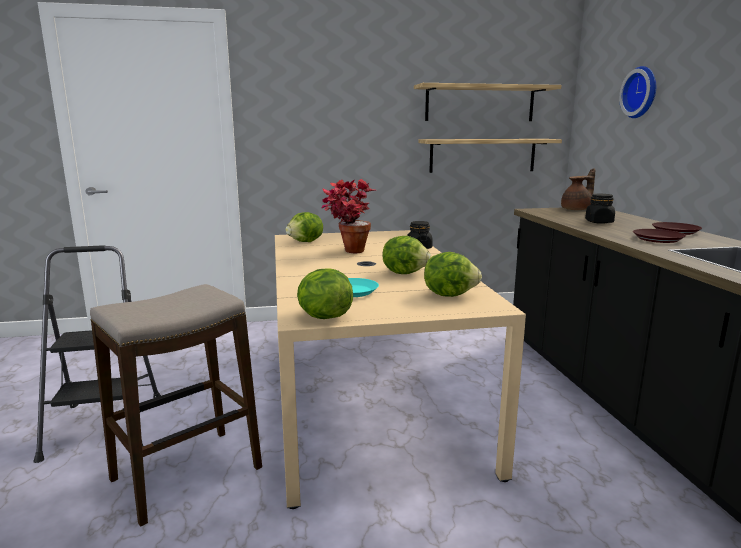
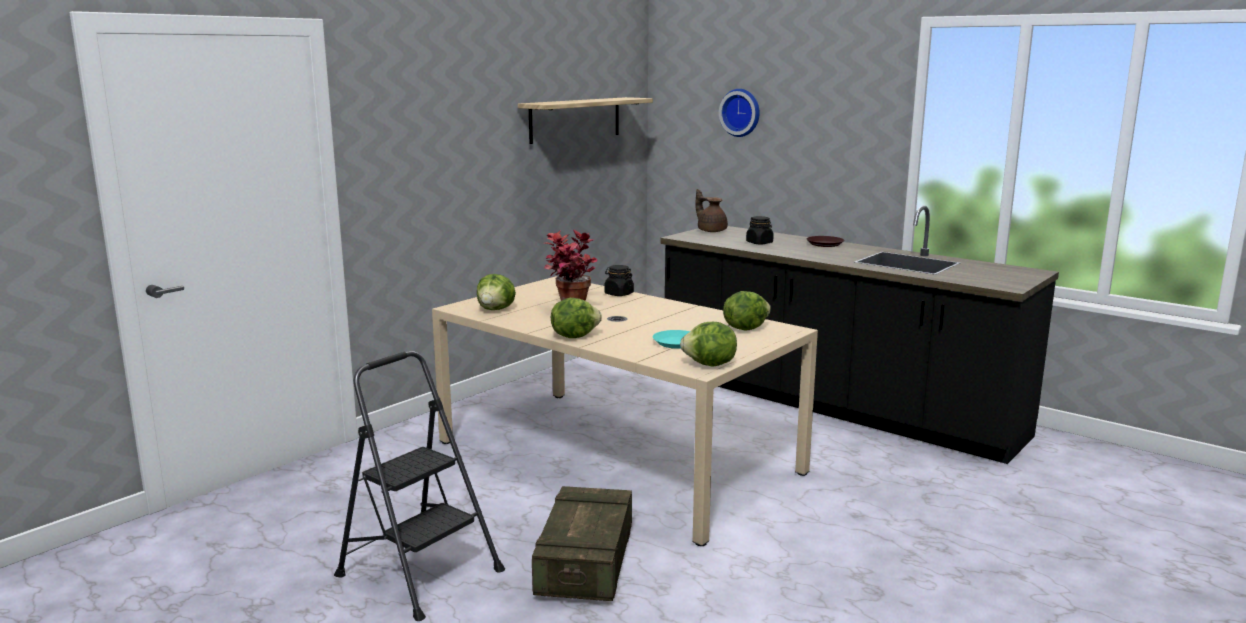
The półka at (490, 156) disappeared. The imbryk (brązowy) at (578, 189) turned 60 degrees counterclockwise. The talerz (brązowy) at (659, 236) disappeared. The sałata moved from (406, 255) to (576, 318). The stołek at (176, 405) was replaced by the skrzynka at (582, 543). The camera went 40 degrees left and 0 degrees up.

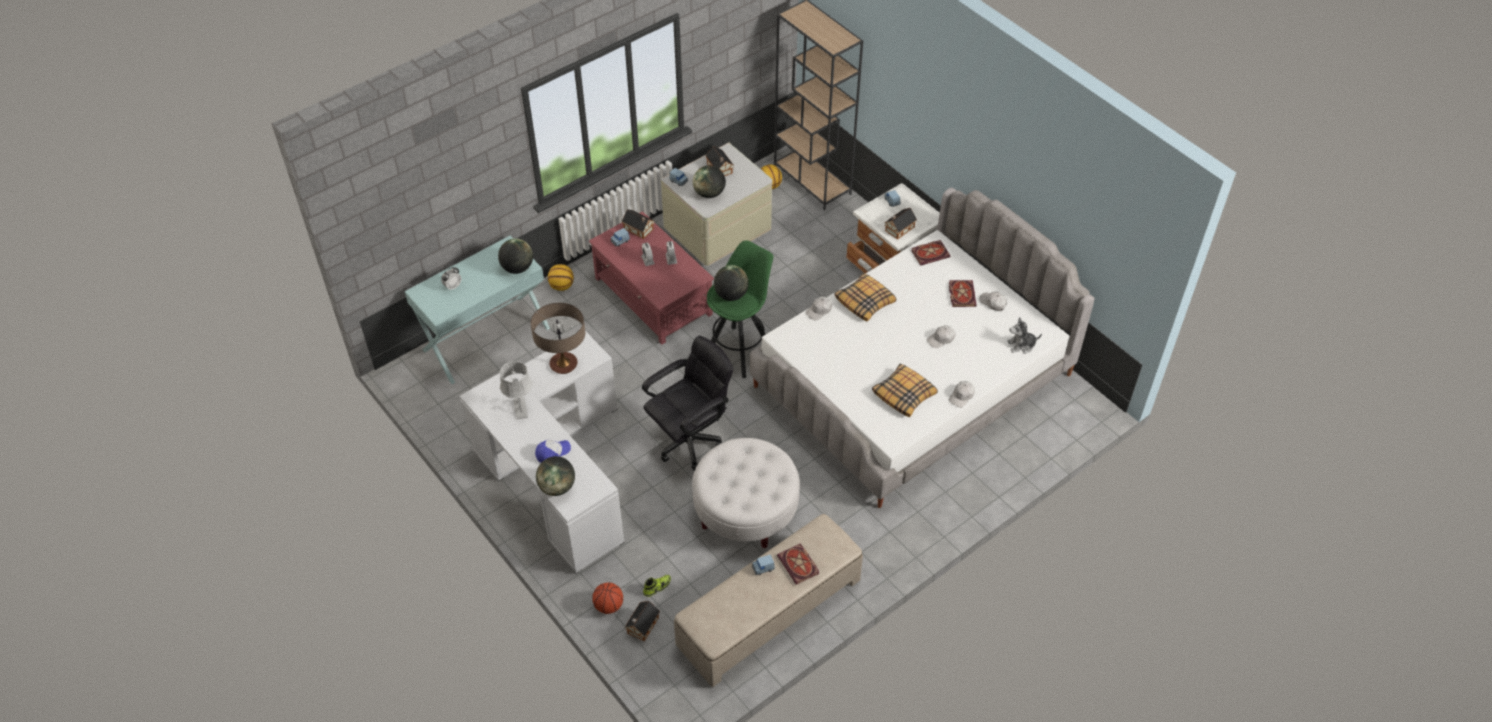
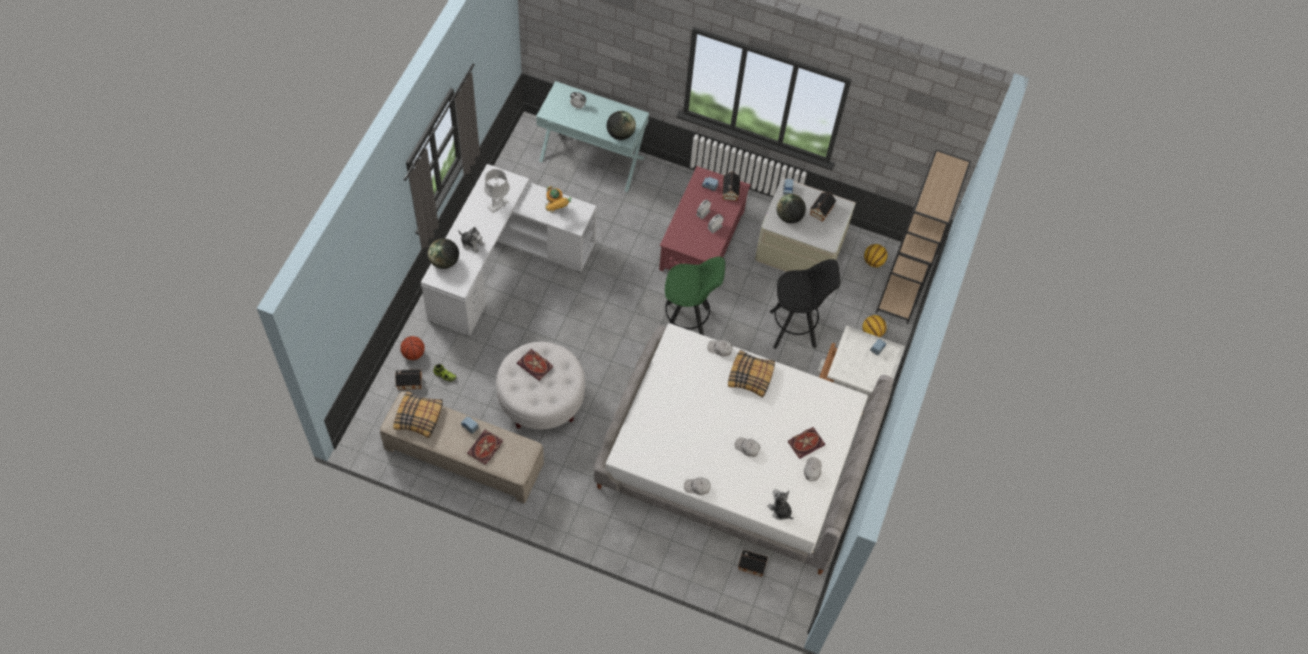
The domek moved from (901, 224) to (753, 563). The książka moved from (930, 252) to (535, 365). The piłka do koszykówki moved from (561, 277) to (874, 326). The globus at (731, 283) disappeared. The lampa stołowa at (558, 338) was replaced by the robot zabawkowy at (558, 199). The krzesło biurowe (czarny) at (687, 403) disappeared. The poduszka moved from (905, 390) to (418, 414). The czapka z daszkiem at (553, 451) was replaced by the pluszak at (471, 240). The stołek (czarny) at (804, 304) appeared. The camera went 55 degrees right and 10 degrees up.

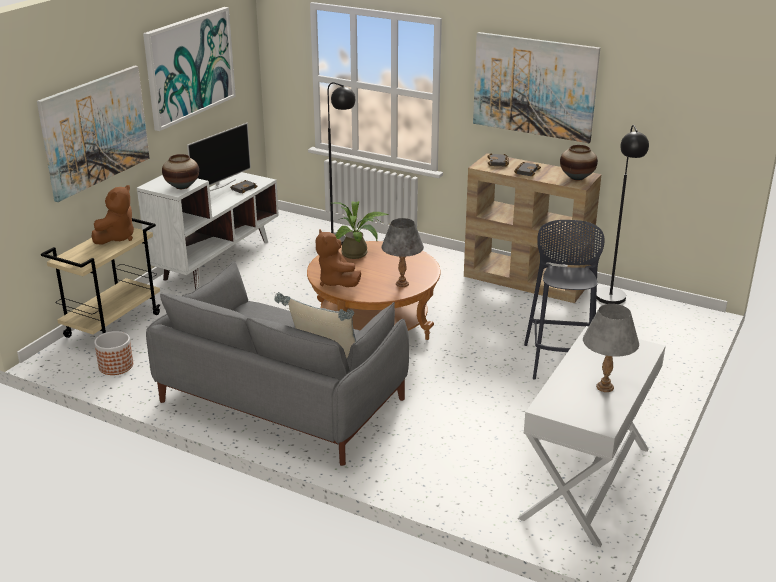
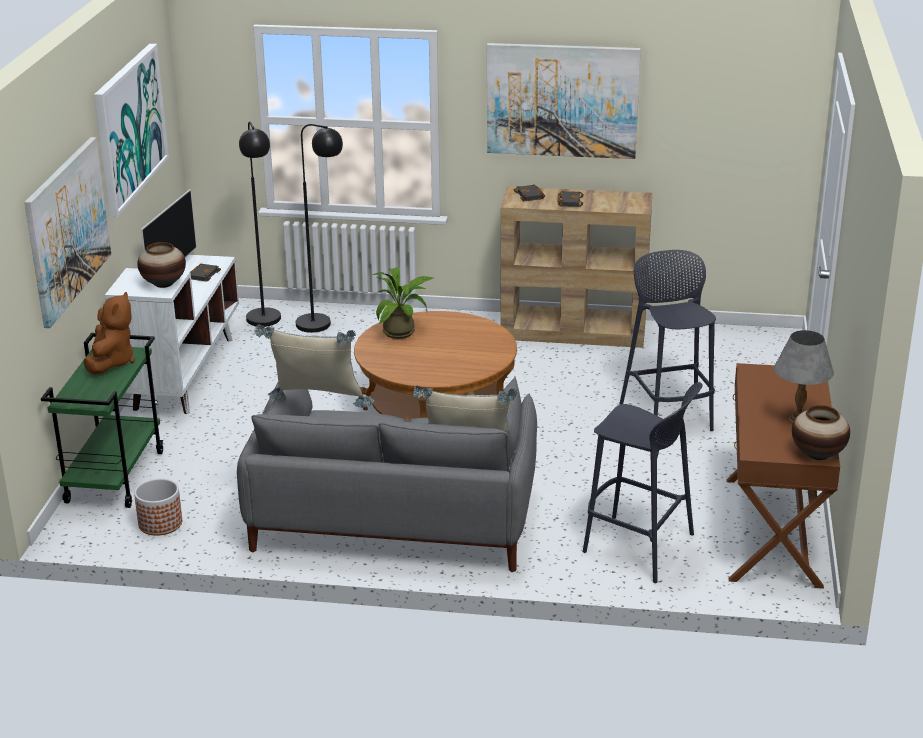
The lampa stojąca (czarny) moved from (622, 214) to (260, 224). The wazon moved from (579, 162) to (821, 432). The wózek (beżowy) at (100, 278) became the wózek (zielony) at (102, 420). The lampa stołowa (szary) at (402, 252) disappeared. The pluszak (brązowy) at (338, 258) disappeared. The stolik konsolowy (biały) at (592, 436) became the stolik konsolowy (brązowy) at (783, 476). The poduszka at (314, 366) appeared. The stołek (szary) at (643, 482) appeared. The camera went 20 degrees left and 0 degrees up.

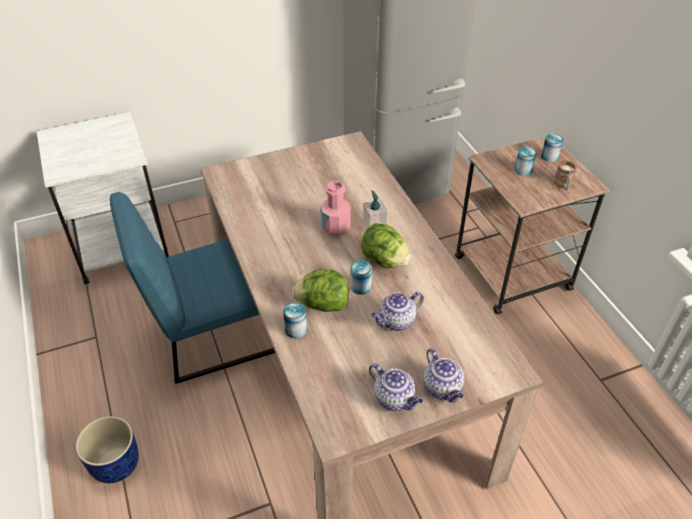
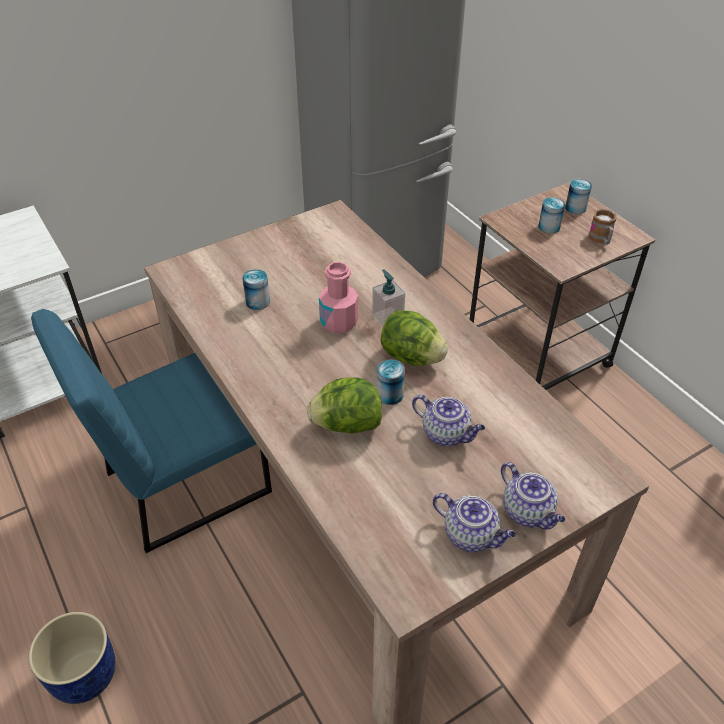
The imbryk at (397, 311) turned 105 degrees counterclockwise. The puszka moved from (295, 320) to (256, 289). The camera went 10 degrees left and 0 degrees up.

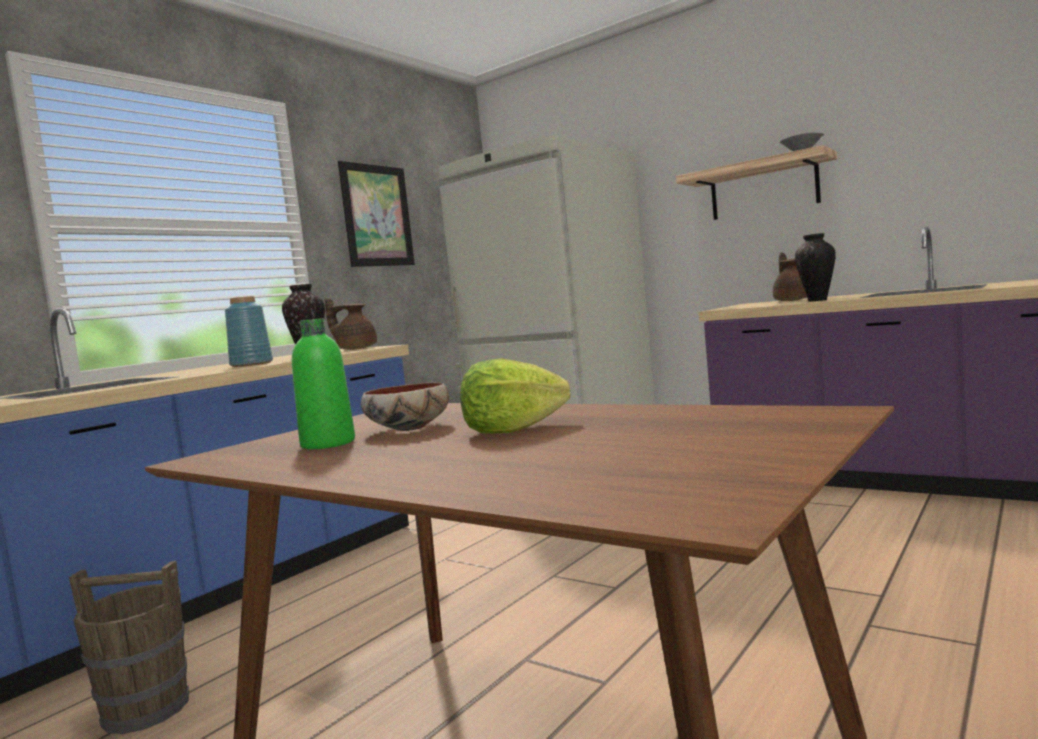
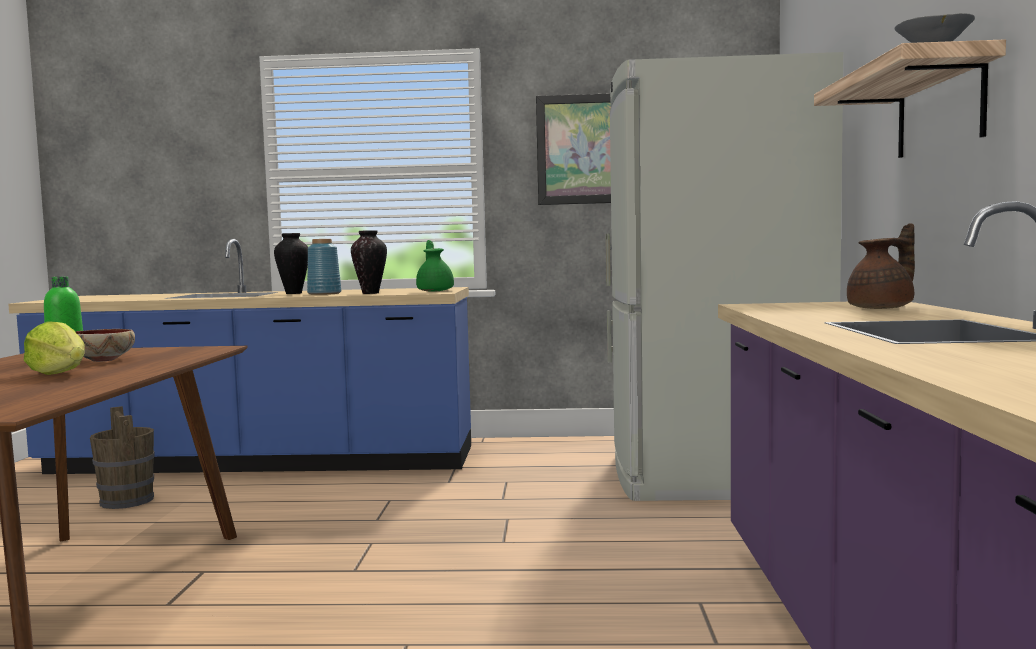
The wazon moved from (815, 267) to (291, 263). The imbryk (brązowy) at (351, 323) became the imbryk (zielony) at (435, 266). The camera went 55 degrees right and 0 degrees up.

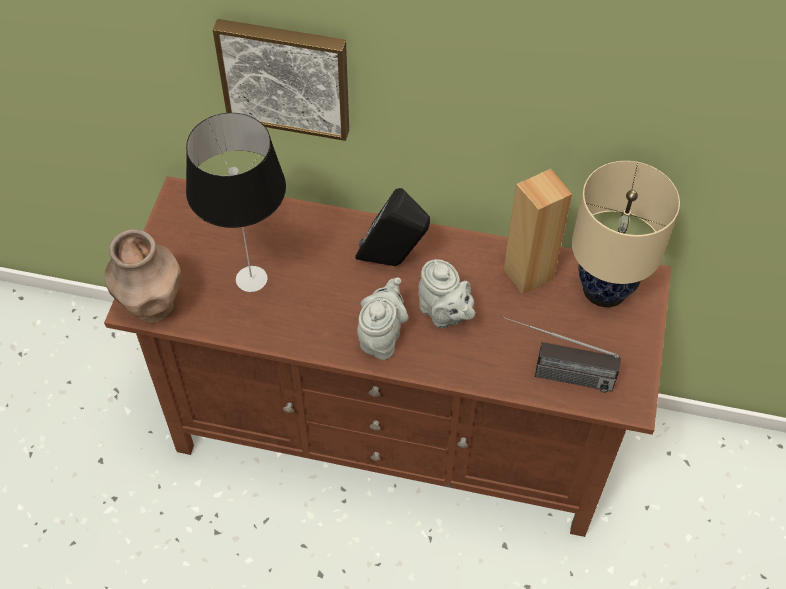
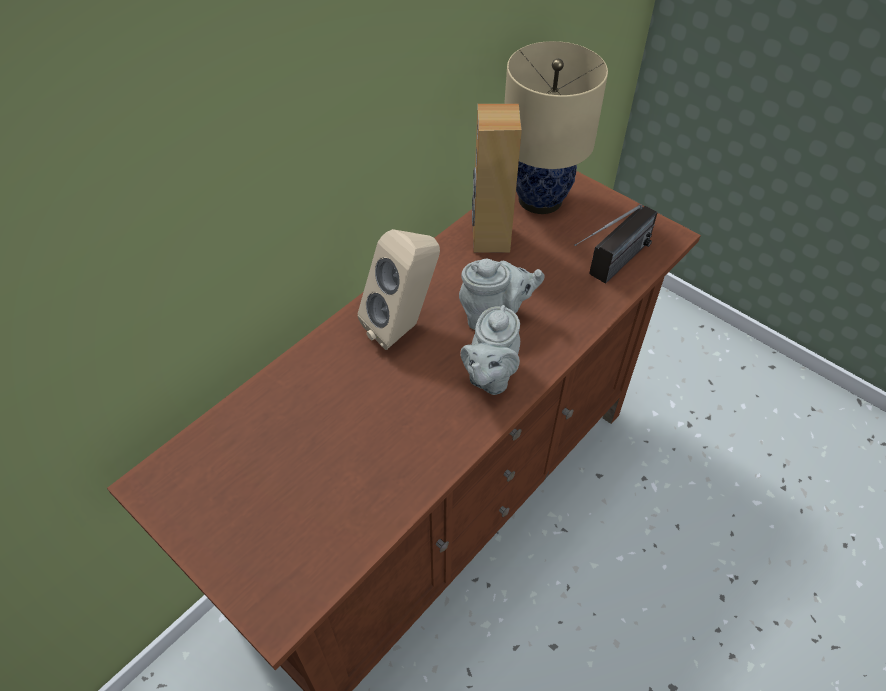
The obraz at (281, 80) disappeared. The lampa stołowa at (236, 202) disappeared. The głośnik (czarny) at (392, 227) became the głośnik (beżowy) at (399, 289). The wazon (brązowy) at (143, 276) disappeared. The imbryk (szary) at (382, 318) turned 120 degrees counterclockwise. The camera went 60 degrees left and 5 degrees down.

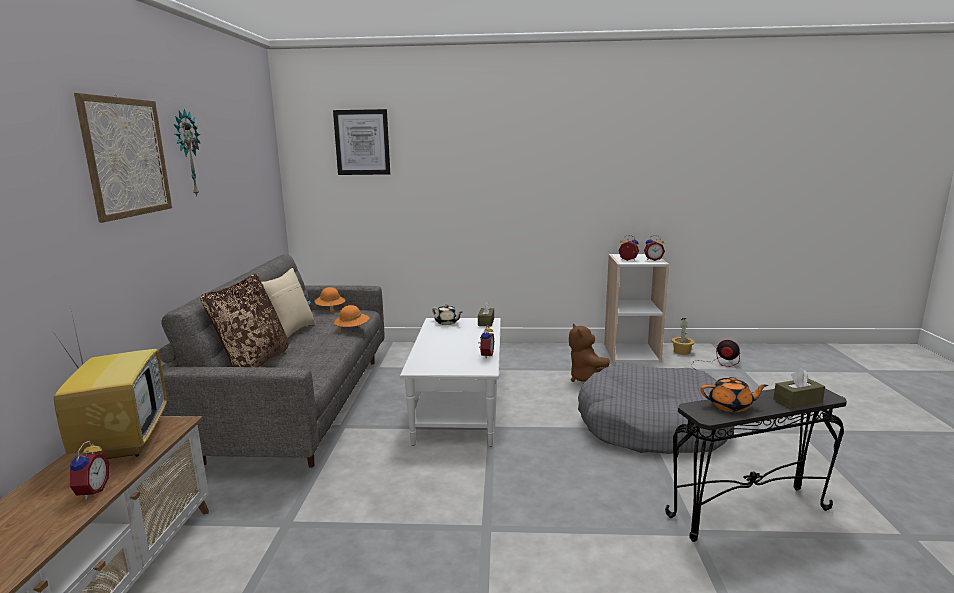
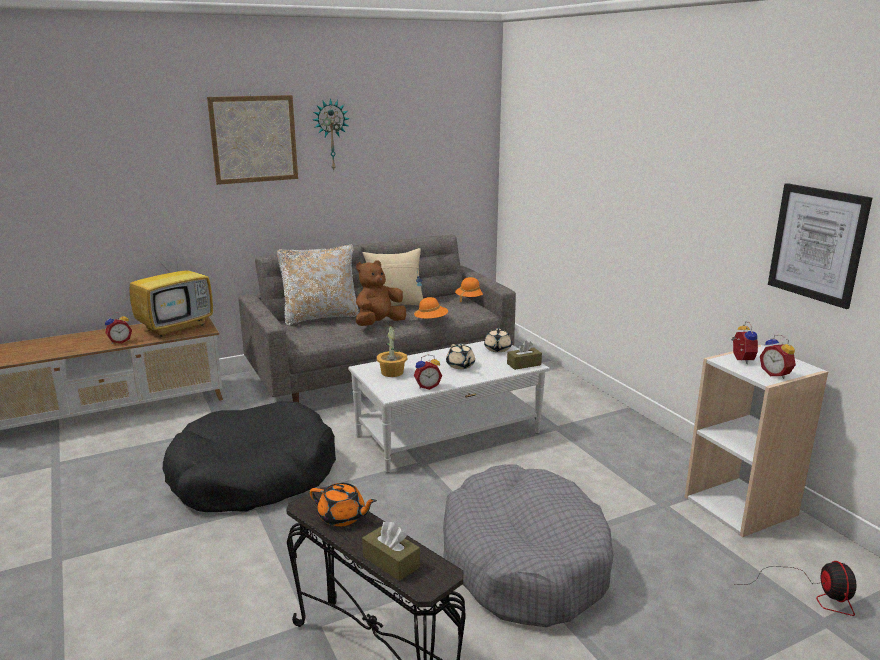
The obraz moved from (361, 142) to (820, 246). The poduszka (brązowy) at (244, 320) became the poduszka (biały) at (318, 284). The roślina doniczkowa moved from (683, 336) to (392, 350). The pluszak (brązowy) moved from (589, 352) to (381, 293). The imbryk (pomarańczowy) at (734, 394) turned 45 degrees counterclockwise. The imbryk (beżowy) at (460, 356) appeared. The legowisko (czarny) at (249, 456) appeared. The camera went 60 degrees right and 5 degrees up.

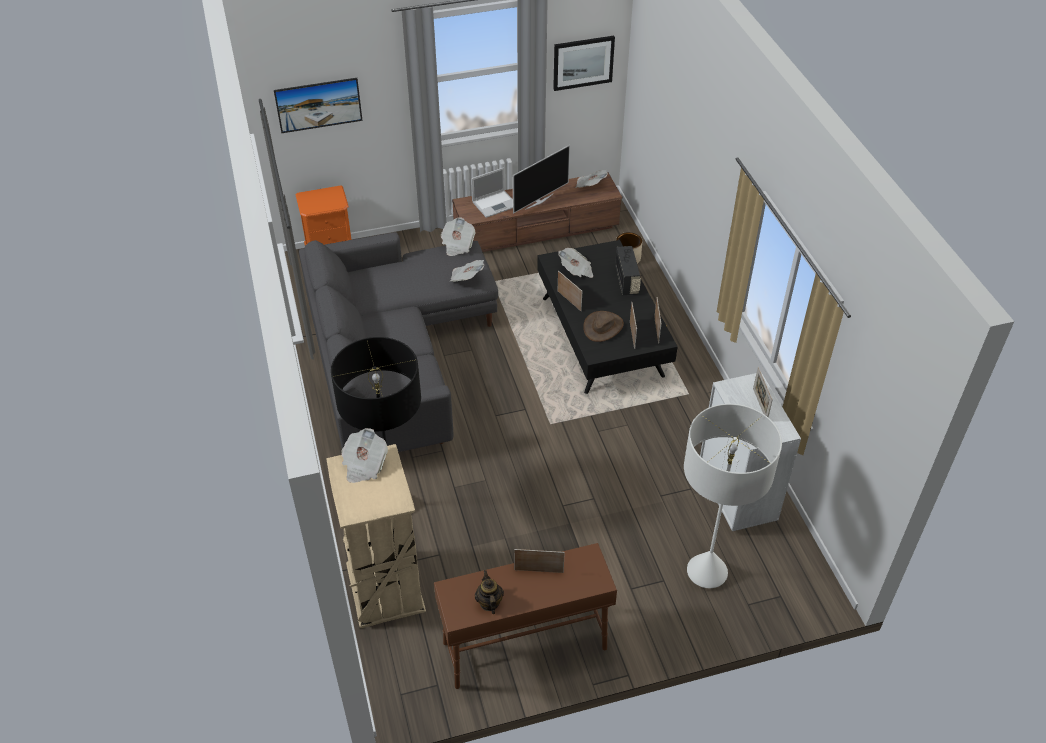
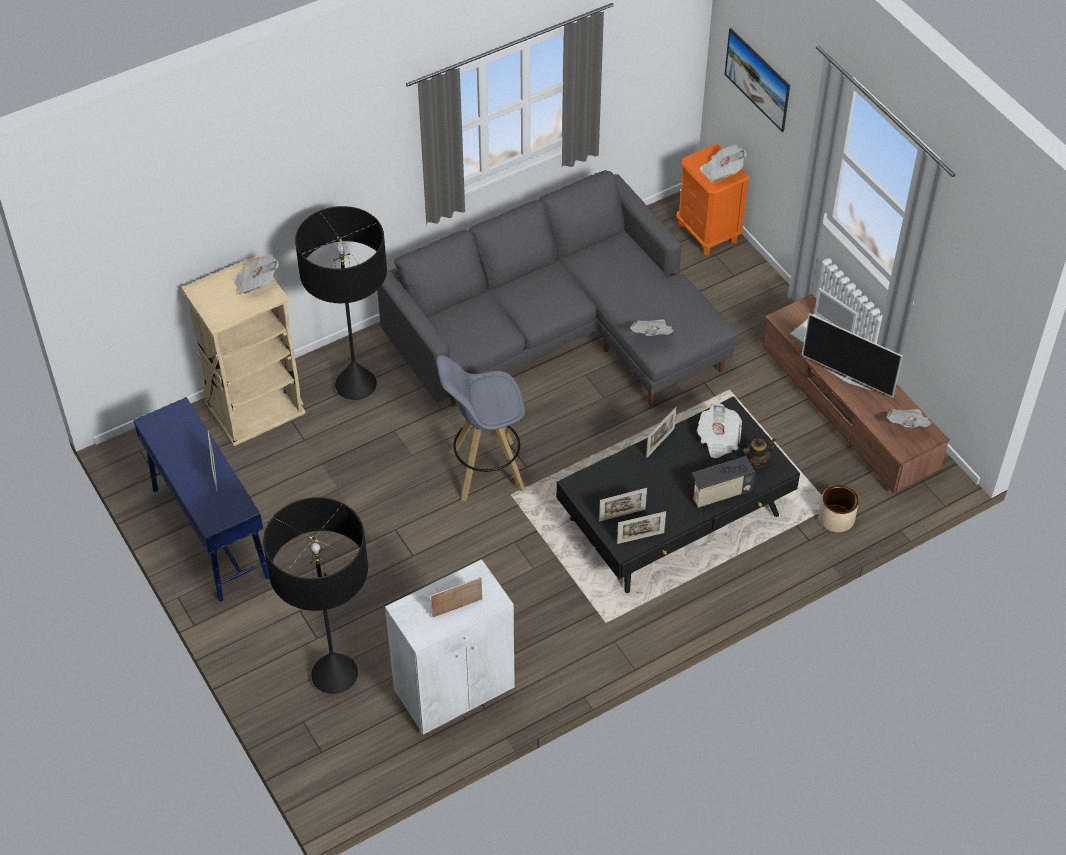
The obraz at (584, 63) disappeared. The gazeta moved from (458, 236) to (723, 163). The kapelusz (brązowy) at (603, 326) disappeared. The lampa stojąca (biały) at (733, 496) became the lampa stojąca (czarny) at (315, 595). The stolik konsolowy (brązowy) at (525, 616) became the stolik konsolowy (niebieski) at (201, 499). The imbryk moved from (489, 592) to (758, 453). The stołek (szary) at (481, 428) appeared. The camera went 75 degrees right and 5 degrees up.

